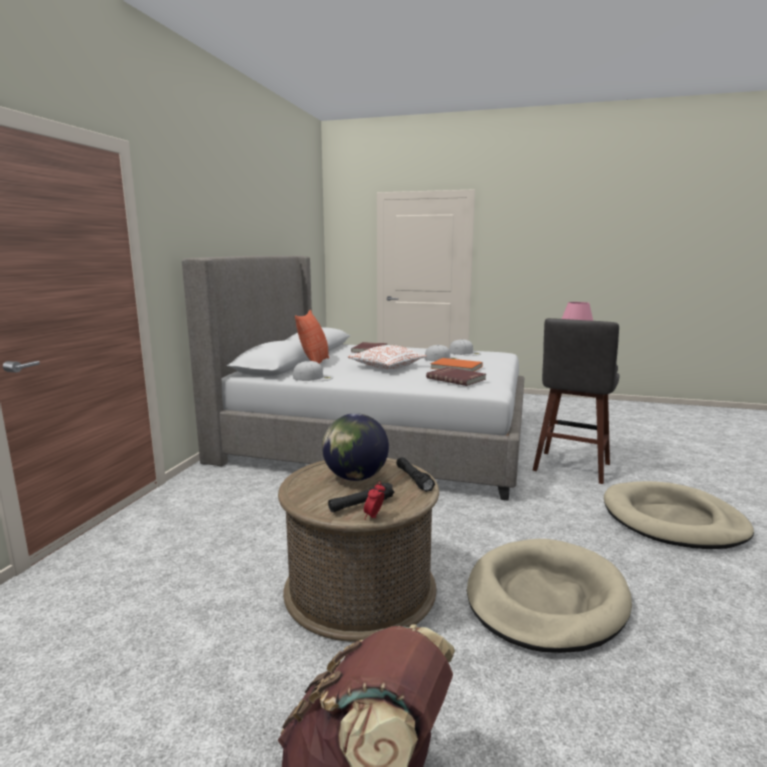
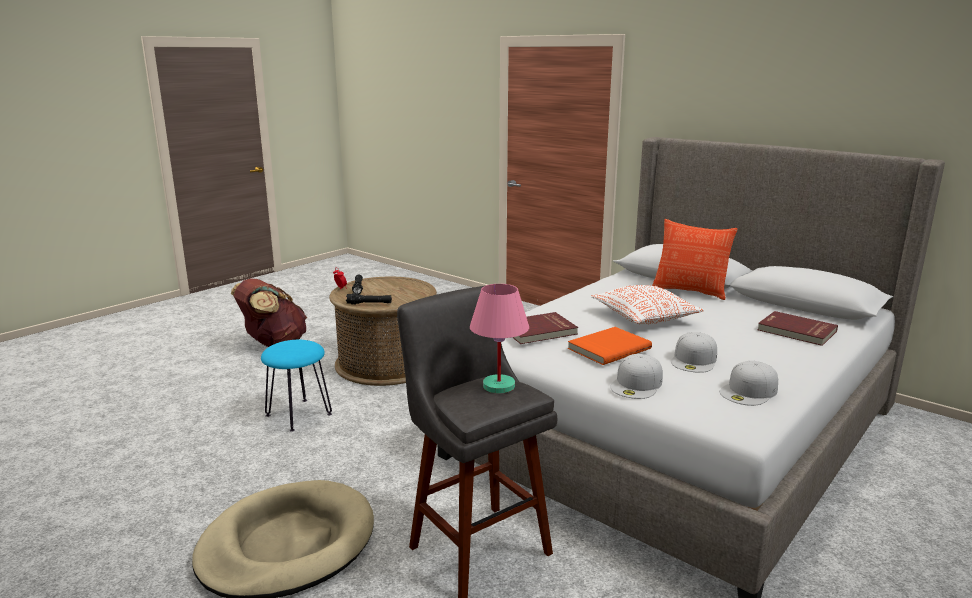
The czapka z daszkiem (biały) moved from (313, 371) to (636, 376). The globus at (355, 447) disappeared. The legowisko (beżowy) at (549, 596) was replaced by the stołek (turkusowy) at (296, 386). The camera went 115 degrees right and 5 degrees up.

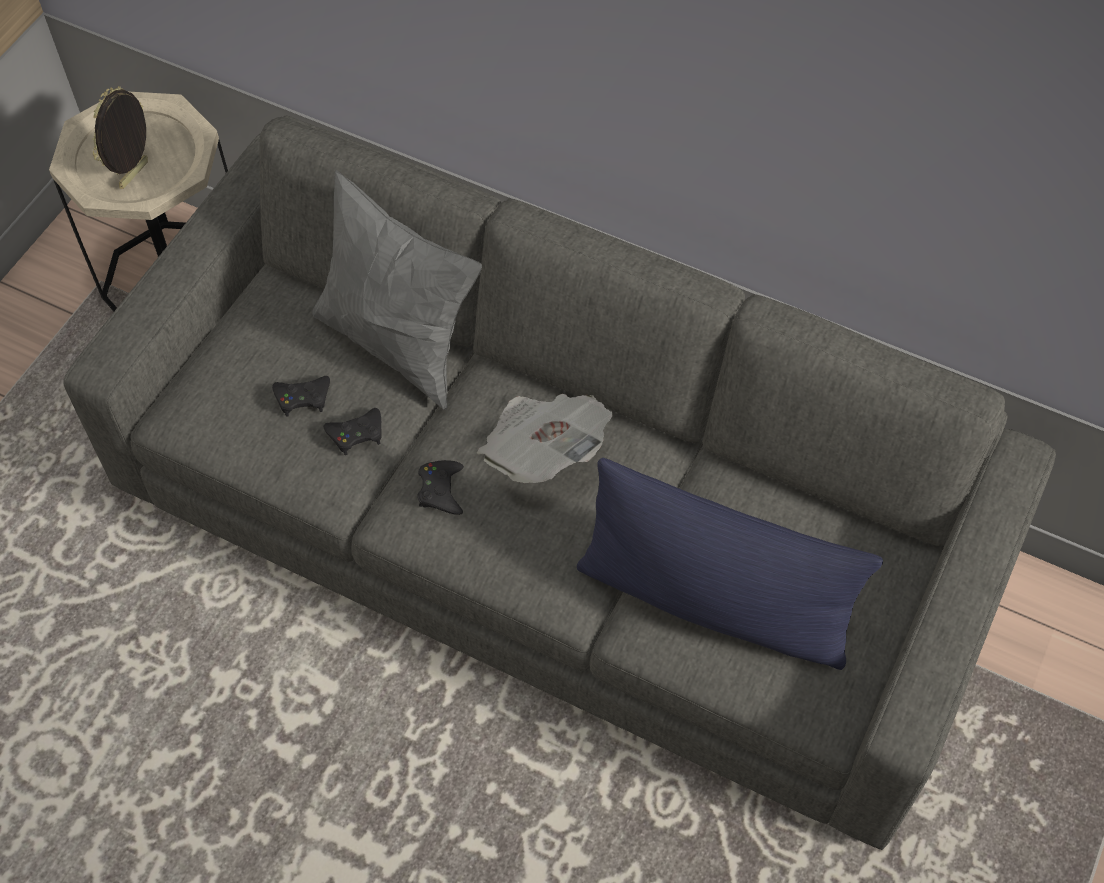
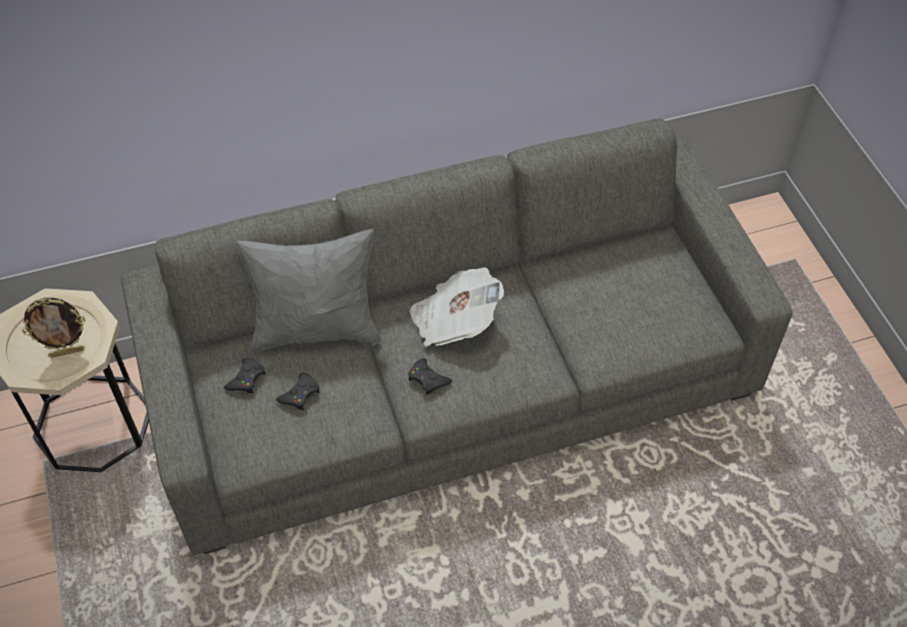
The ramka na zdjęcie at (120, 137) turned 90 degrees counterclockwise. The pad do gier (czarny) moved from (352, 431) to (245, 376). The poduszka (niebieski) at (730, 564) disappeared. The camera went 45 degrees left and 5 degrees down.

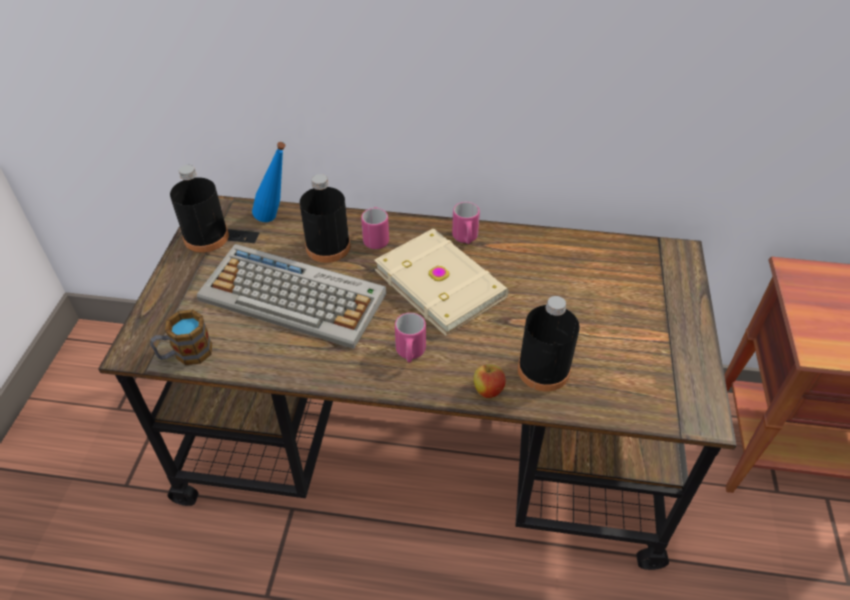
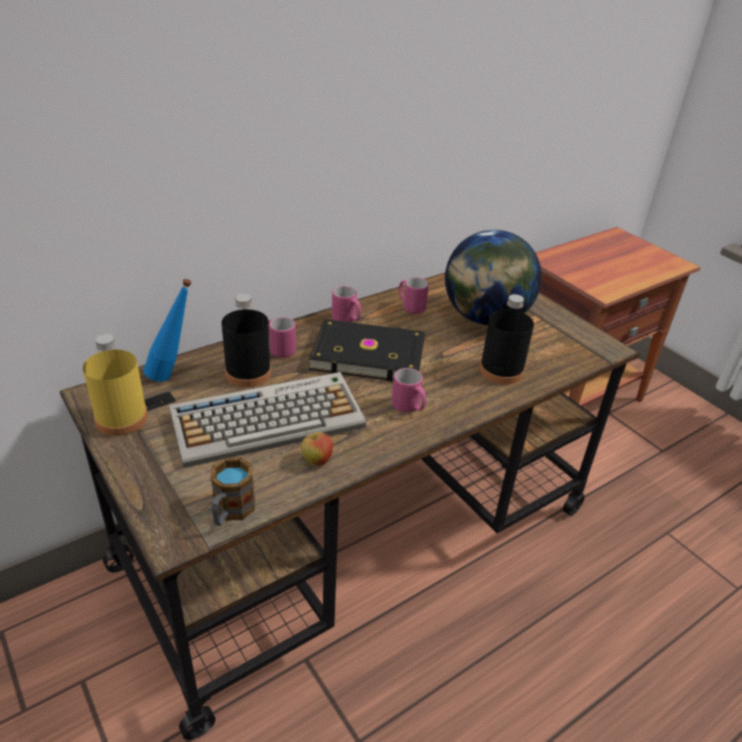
The butelka (czarny) at (199, 209) became the butelka (żółty) at (115, 385). The książka (beżowy) at (442, 282) became the książka (czarny) at (367, 350). The jabłko moved from (489, 379) to (317, 448). The globus at (493, 277) appeared. The kubek (różowy) at (414, 295) appeared. The camera went 45 degrees left and 10 degrees down.

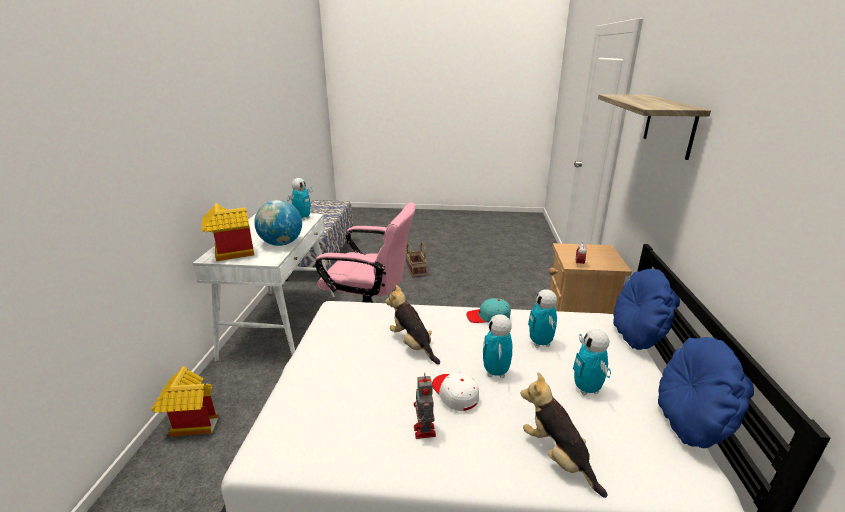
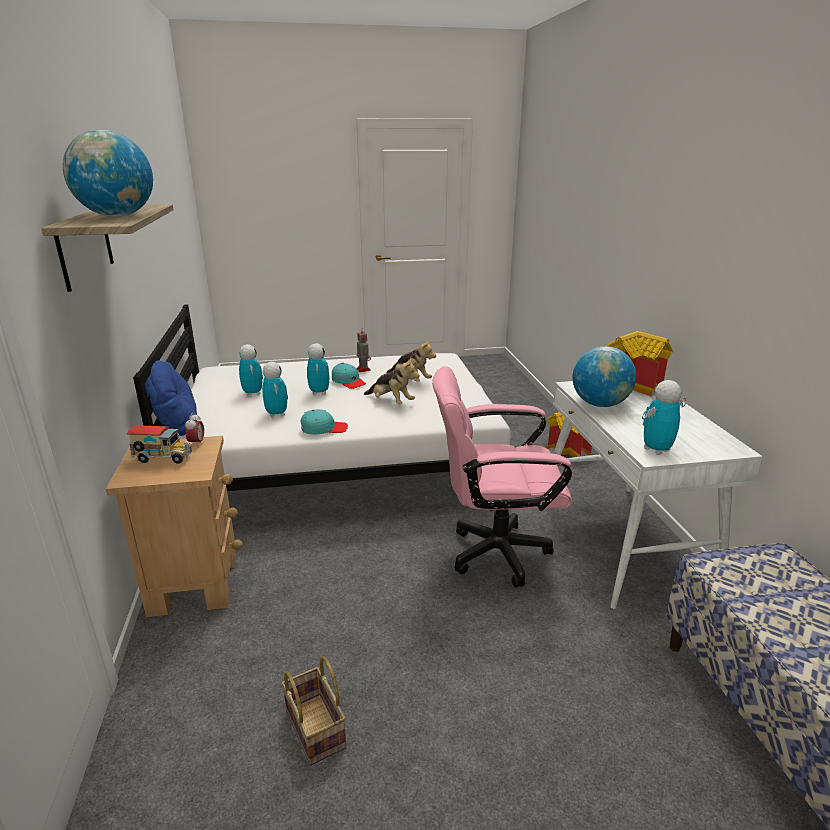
The robot zabawkowy at (299, 199) turned 45 degrees clockwise. The koszyk moved from (416, 260) to (313, 710). The poduszka (niebieski) at (706, 392) disappeared. The pluszak moved from (564, 435) to (411, 360). The czapka z daszkiem (biały) at (455, 392) became the czapka z daszkiem (turkusowy) at (349, 376). The globus at (108, 173) appeared. The ciężarówka zabawkowa at (160, 444) appeared. The camera went 165 degrees right and 0 degrees up.

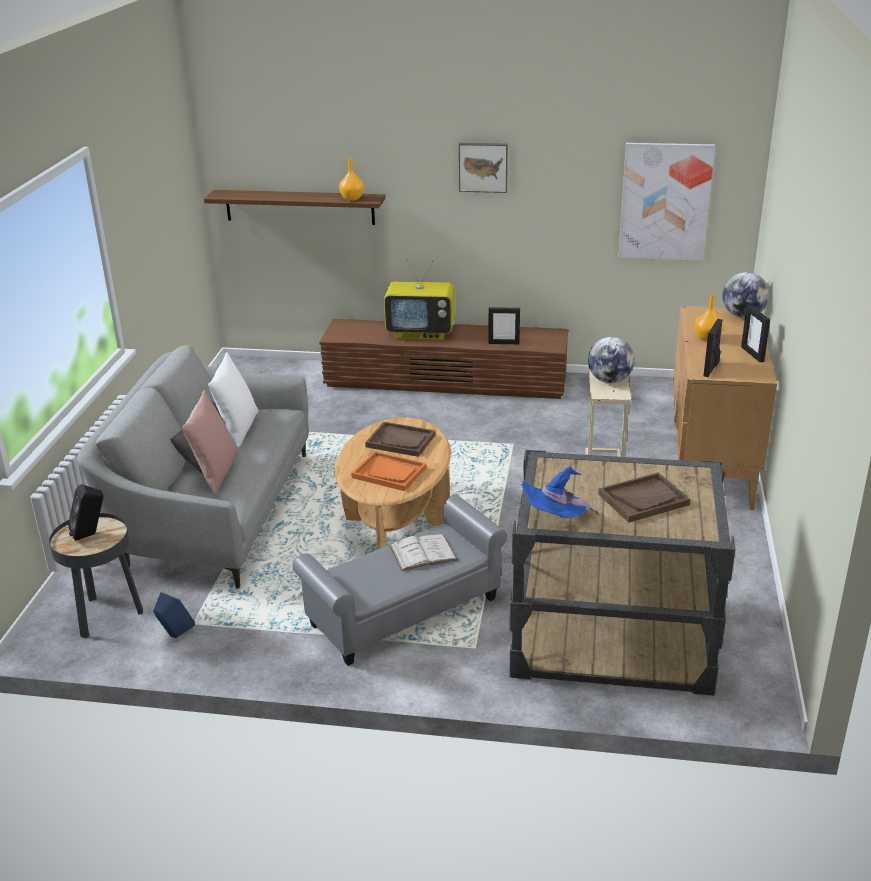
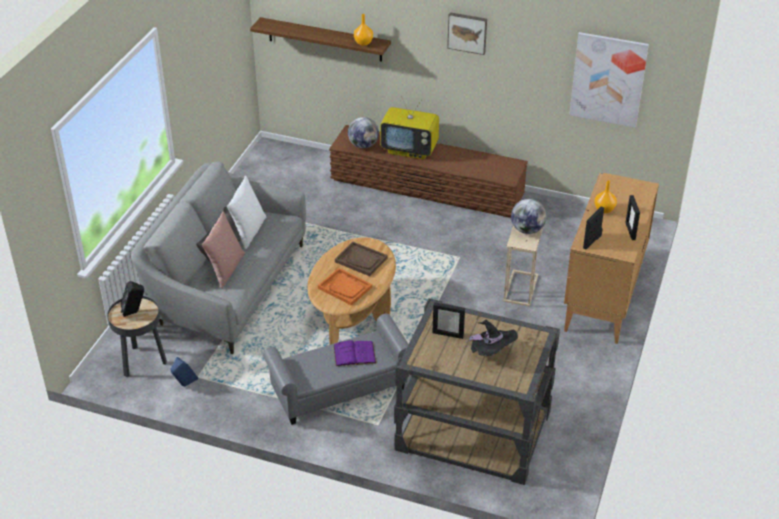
The globus moved from (745, 295) to (363, 132). The ramka na zdjęcie moved from (504, 325) to (449, 320). The kapelusz (niebieski) at (560, 492) disappeared. The taca (brązowy) at (644, 498) was replaced by the kapelusz (czarny) at (491, 338). The książka (biały) at (423, 552) became the książka (fioletowy) at (355, 353). The camera went 10 degrees right and 10 degrees up.

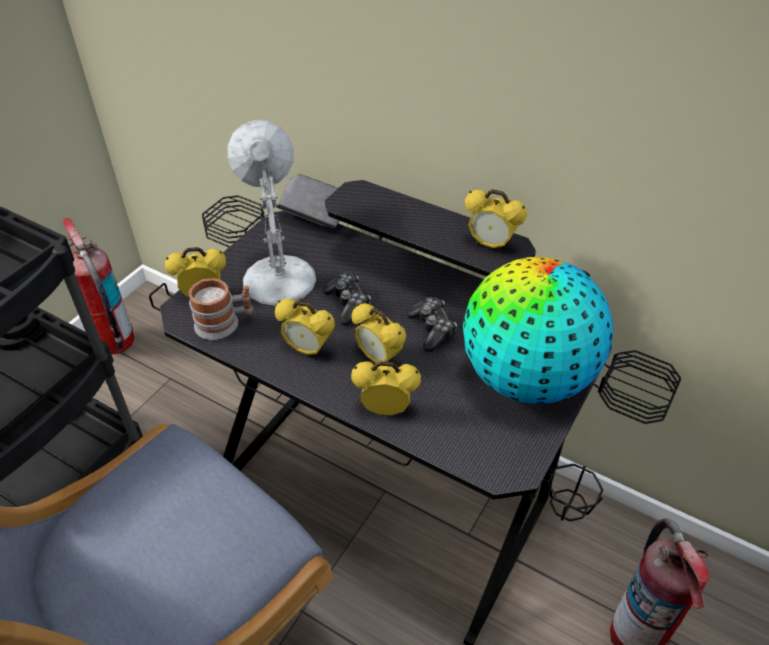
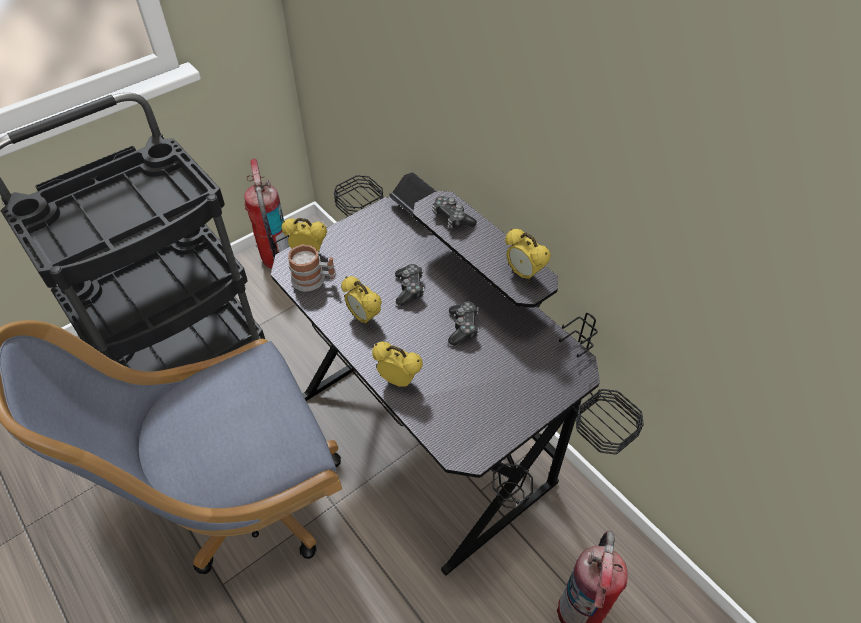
The lampa stołowa (biały) at (271, 213) disappeared. The globus at (538, 330) disappeared. The budzik at (378, 333) disappeared. The pad do gier at (454, 212) appeared. The camera went 20 degrees right and 5 degrees up.

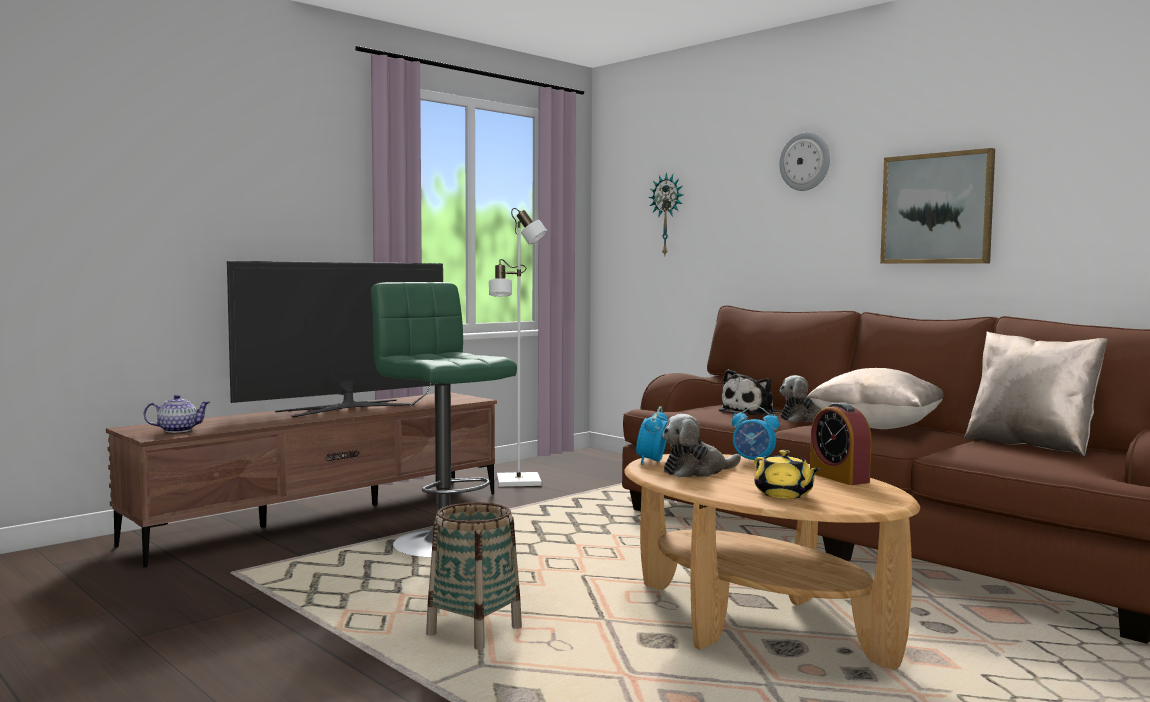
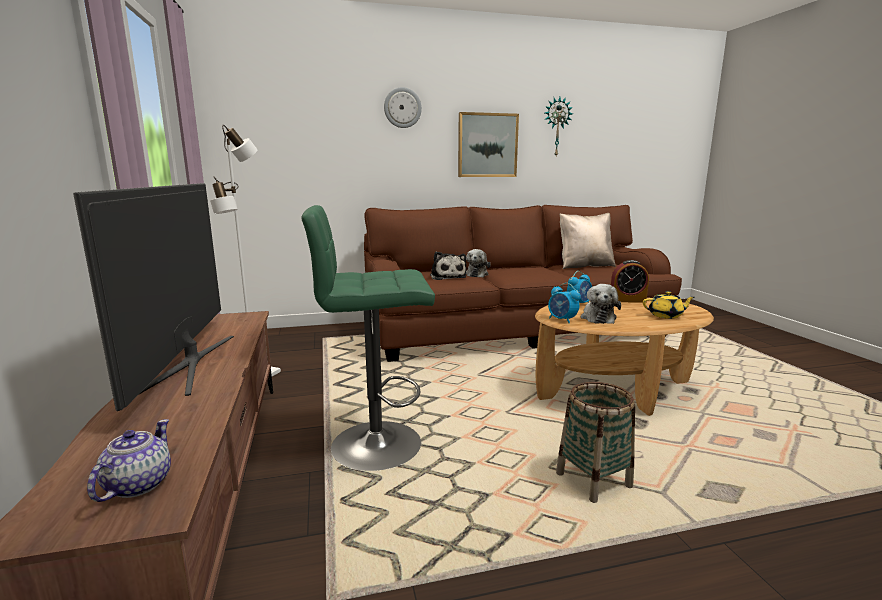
The zegar ścienny moved from (666, 213) to (559, 126). The poduszka (beżowy) at (875, 398) disappeared. The camera went 60 degrees left and 10 degrees up.

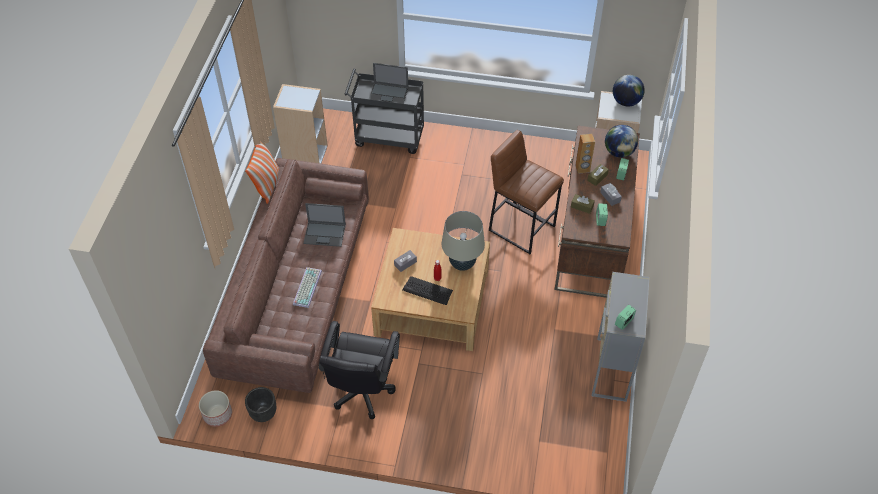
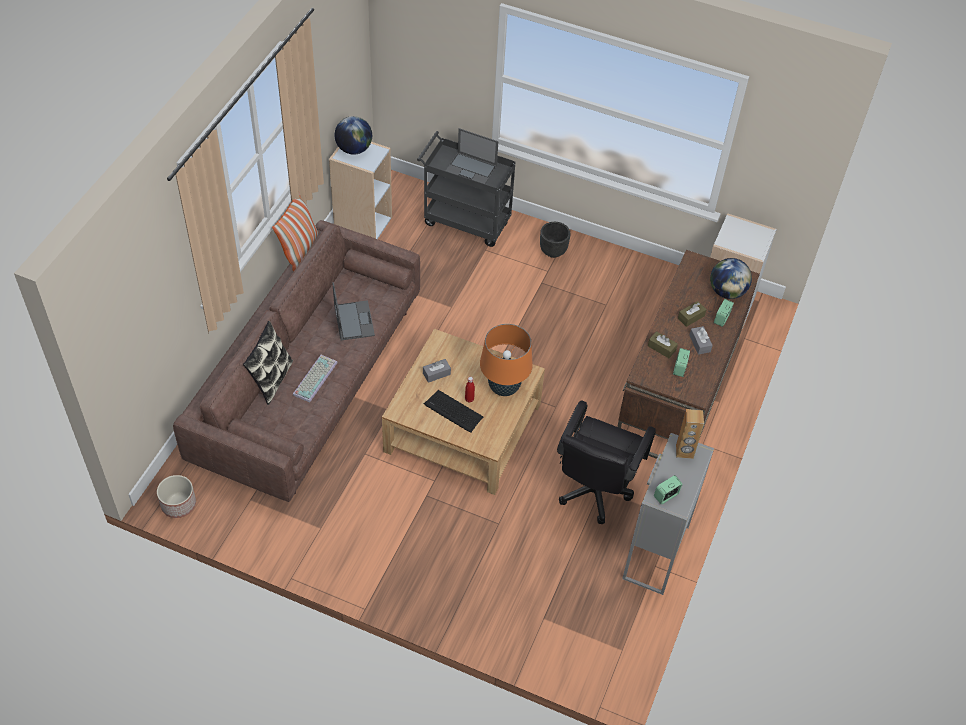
The globus moved from (629, 91) to (353, 135). The stołek (brązowy) at (526, 192) disappeared. The głośnik (brązowy) moved from (585, 154) to (690, 434). The laptop at (324, 225) turned 120 degrees counterclockwise. The lampa stołowa (beżowy) at (463, 241) became the lampa stołowa (pomarańczowy) at (506, 360). The krzesło biurowe (czarny) moved from (359, 370) to (606, 462). The donica (czarny) moved from (260, 404) to (555, 240). The poduszka at (268, 363) appeared. The camera went 10 degrees right and 0 degrees up.

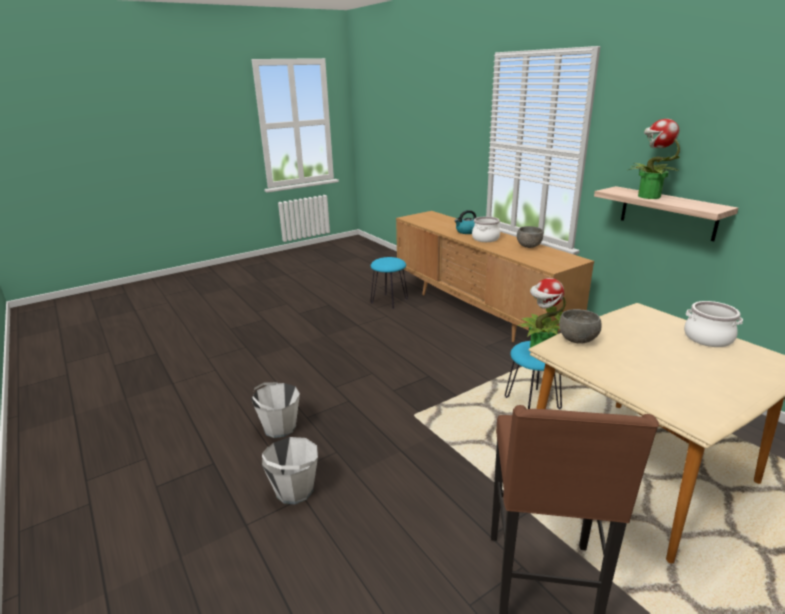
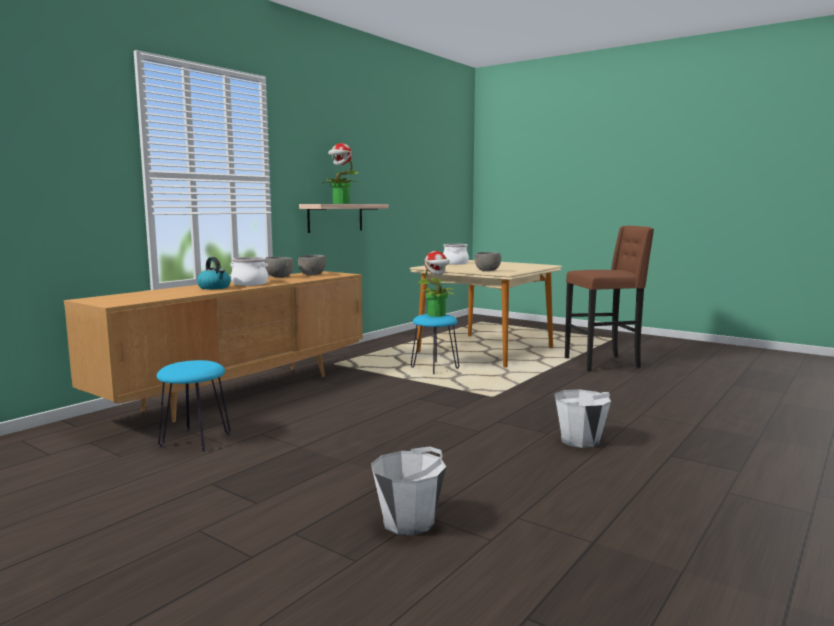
The wiadro (biały) moved from (290, 470) to (408, 490). The miska (szary) at (312, 265) appeared. The camera went 110 degrees left and 15 degrees down.

